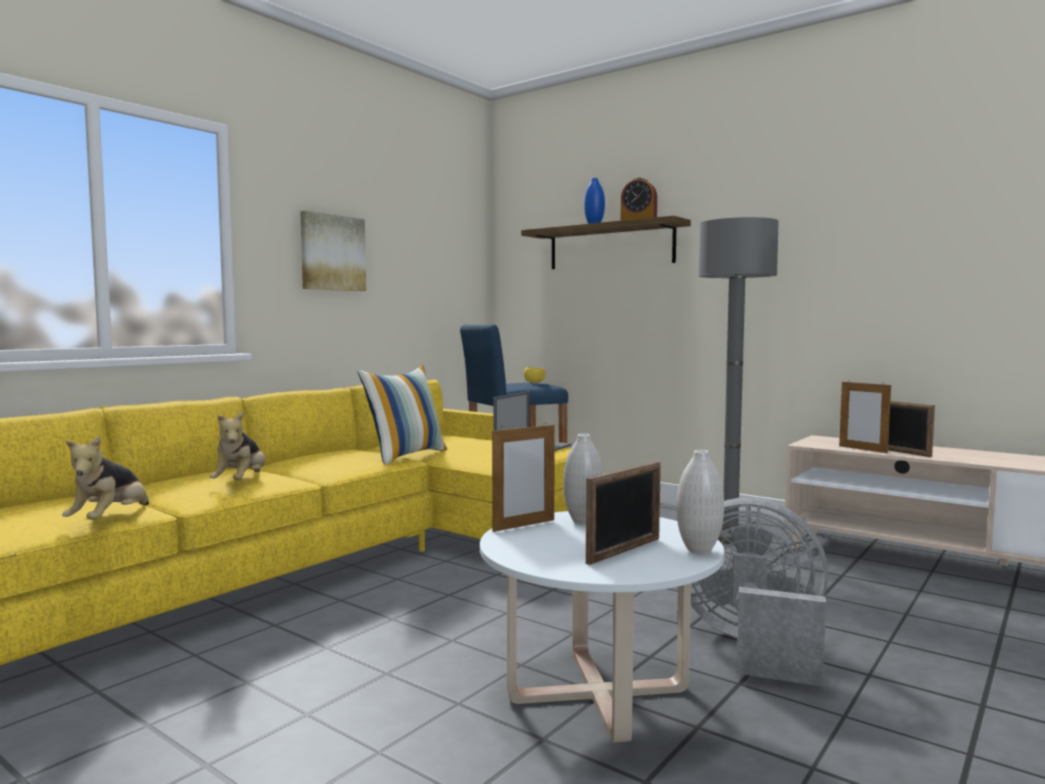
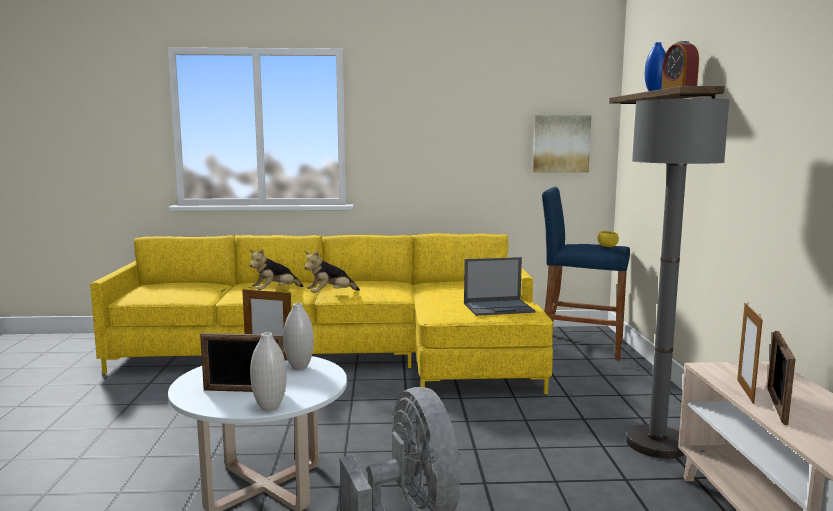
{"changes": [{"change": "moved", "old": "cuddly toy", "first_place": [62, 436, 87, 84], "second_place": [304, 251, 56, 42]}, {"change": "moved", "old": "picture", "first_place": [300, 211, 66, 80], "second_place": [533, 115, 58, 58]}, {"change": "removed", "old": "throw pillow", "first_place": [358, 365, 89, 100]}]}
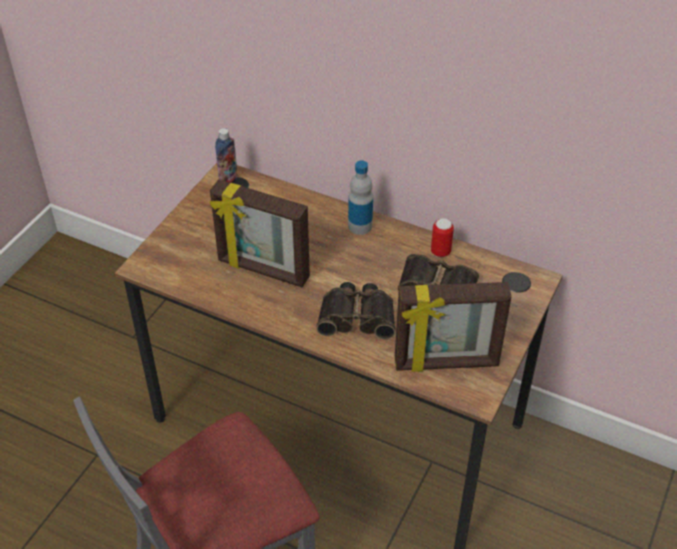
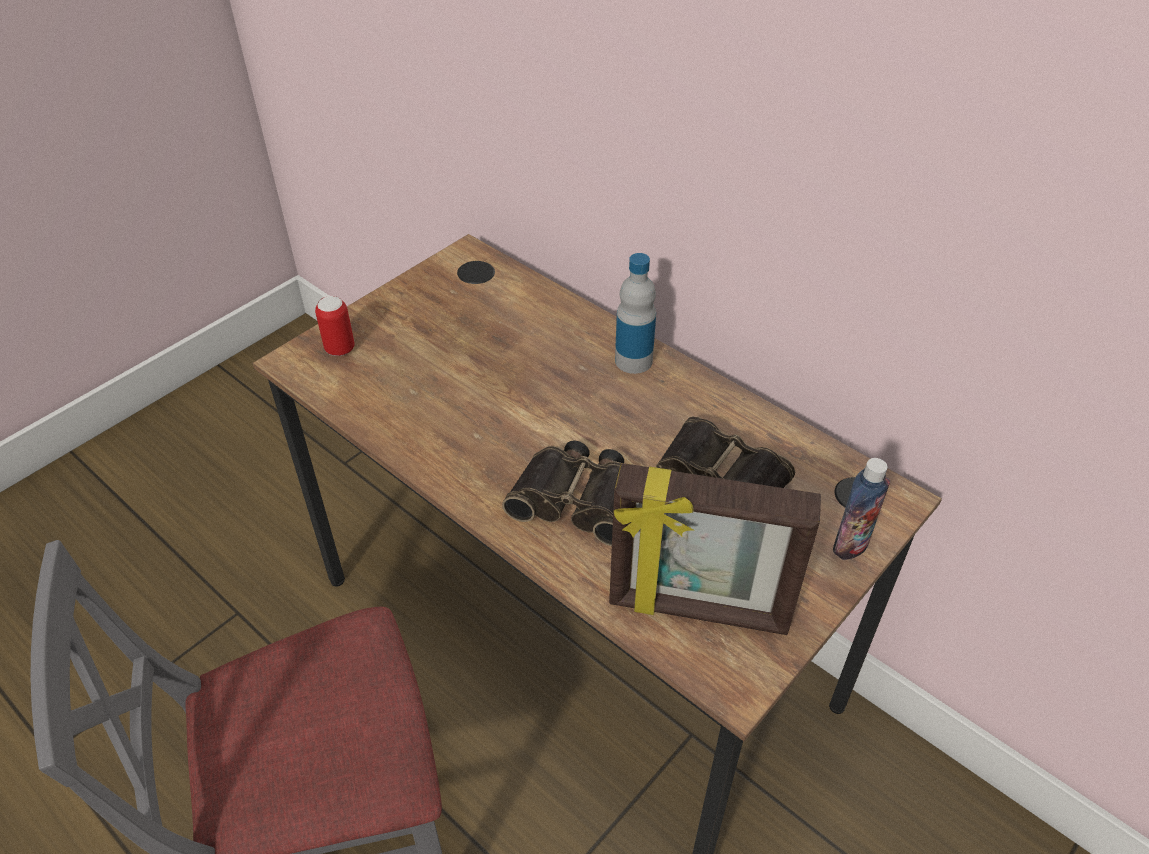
{"changes": [{"change": "moved", "old": "can", "first_place": [431, 218, 23, 39], "second_place": [315, 296, 40, 60]}, {"change": "moved", "old": "beverage bottle", "first_place": [215, 128, 23, 55], "second_place": [833, 458, 57, 102]}, {"change": "removed", "old": "photo frame", "first_place": [210, 179, 100, 108]}]}
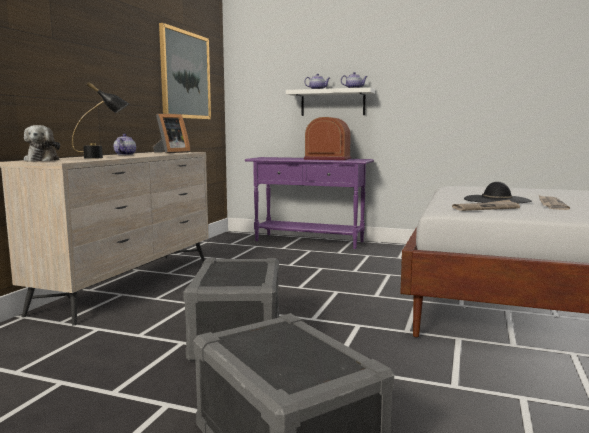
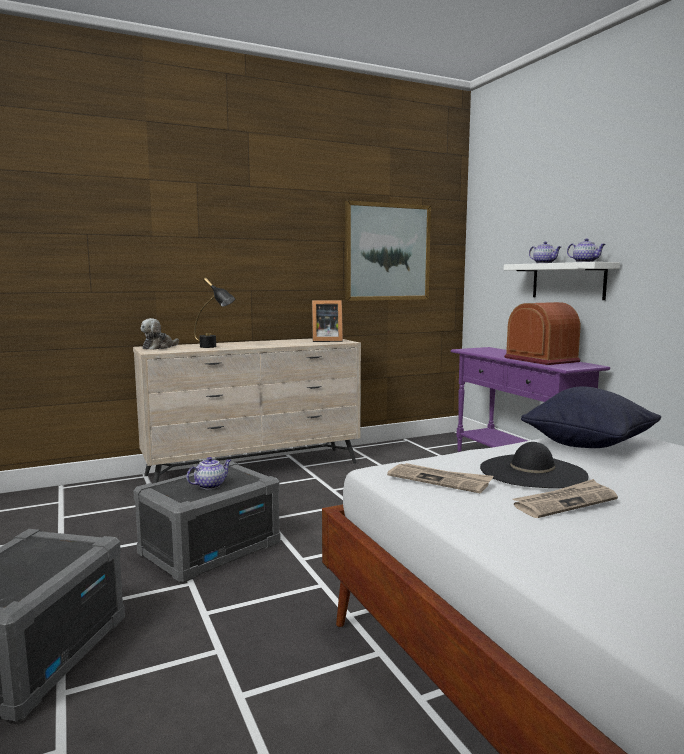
{"changes": [{"change": "moved", "old": "teapot", "first_place": [114, 134, 22, 21], "second_place": [186, 457, 45, 32]}, {"change": "added", "new": "black throw pillow", "second_place": [521, 386, 140, 62]}]}
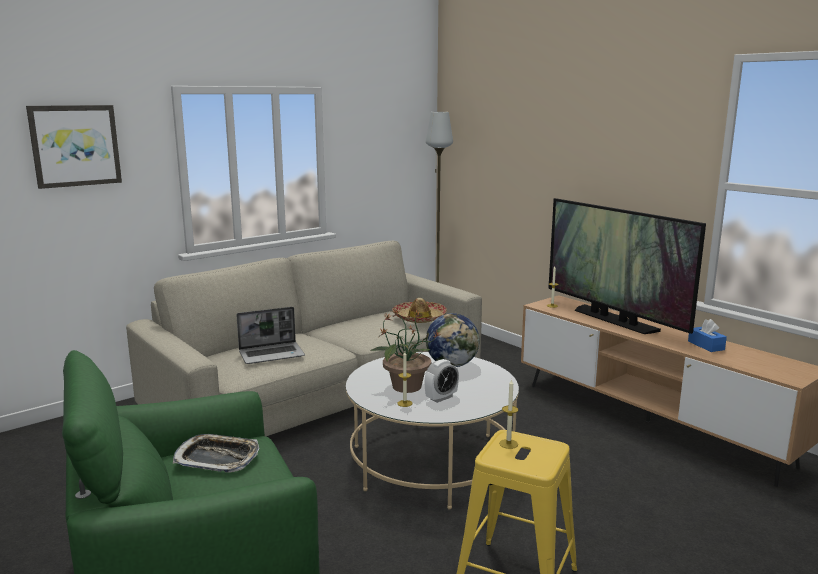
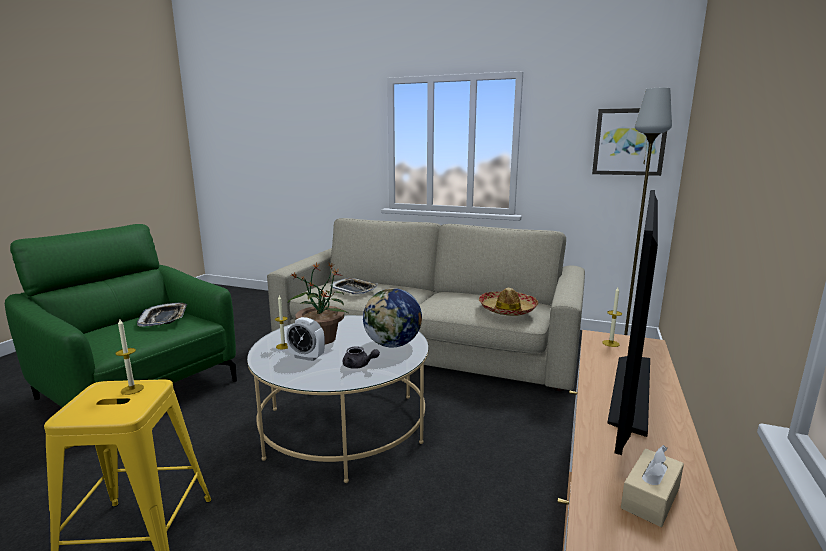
{"changes": [{"change": "replaced", "old": "notebook computer", "new": "serving tray", "first_place": [236, 307, 69, 57], "second_place": [329, 278, 49, 17]}, {"change": "added", "new": "grey teapot", "second_place": [343, 346, 37, 23]}, {"change": "moved", "old": "picture", "first_place": [26, 105, 96, 84], "second_place": [592, 108, 75, 68]}, {"change": "recoloured", "old": "blue tissue box", "new": "beige tissue box", "first_place": [688, 319, 39, 33], "second_place": [621, 445, 63, 82]}]}
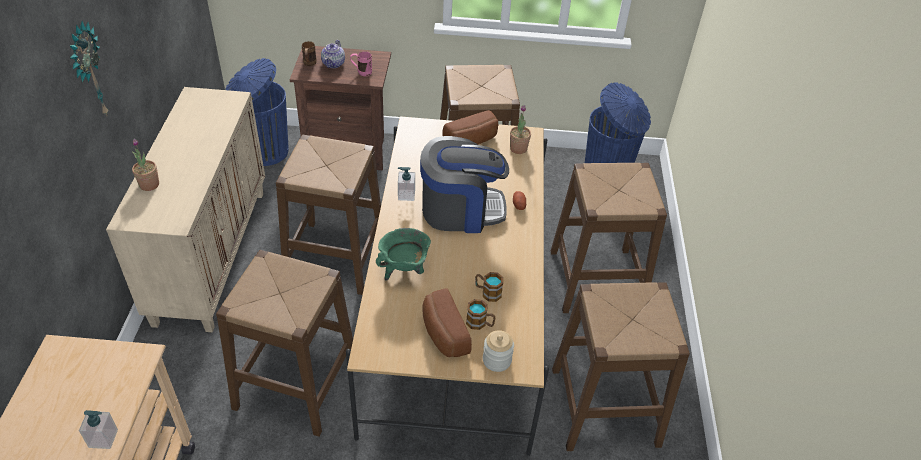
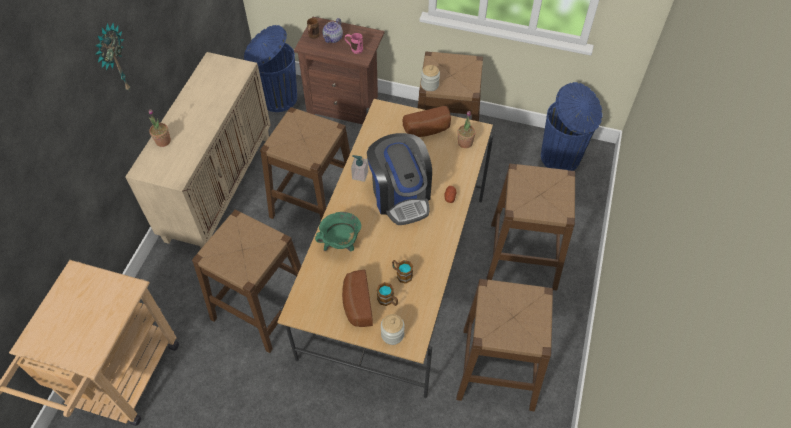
{"changes": [{"change": "turned", "old": "coffee maker", "first_place": [420, 136, 89, 97], "second_place": [367, 133, 65, 92], "degrees": 60}, {"change": "added", "new": "jar", "second_place": [421, 65, 19, 26]}, {"change": "removed", "old": "liquid soap bottle", "first_place": [79, 410, 39, 39]}]}
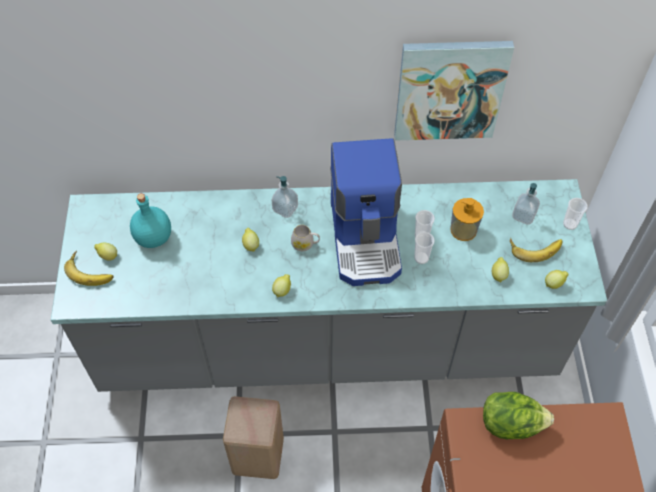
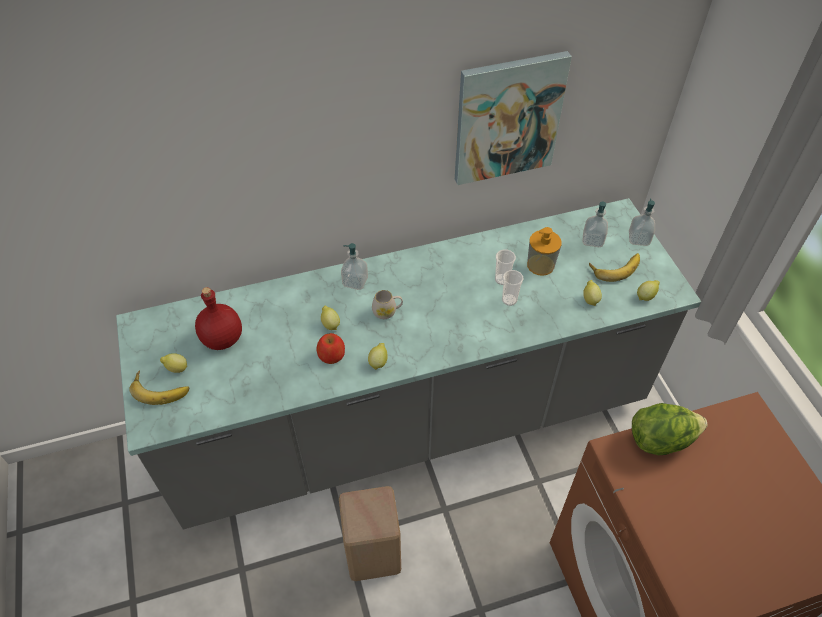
{"changes": [{"change": "recoloured", "old": "blue-green beverage bottle", "new": "red beverage bottle", "first_place": [130, 193, 41, 55], "second_place": [195, 287, 47, 63]}, {"change": "added", "new": "apple", "second_place": [316, 333, 29, 31]}, {"change": "replaced", "old": "drinking cup", "new": "liquid soap bottle", "first_place": [563, 198, 25, 32], "second_place": [629, 198, 26, 48]}, {"change": "removed", "old": "coffee maker", "first_place": [330, 138, 72, 148]}]}
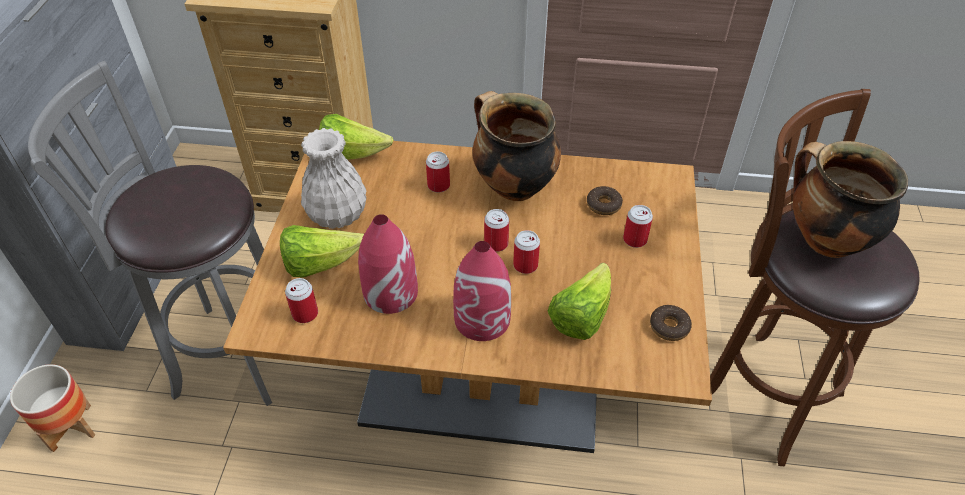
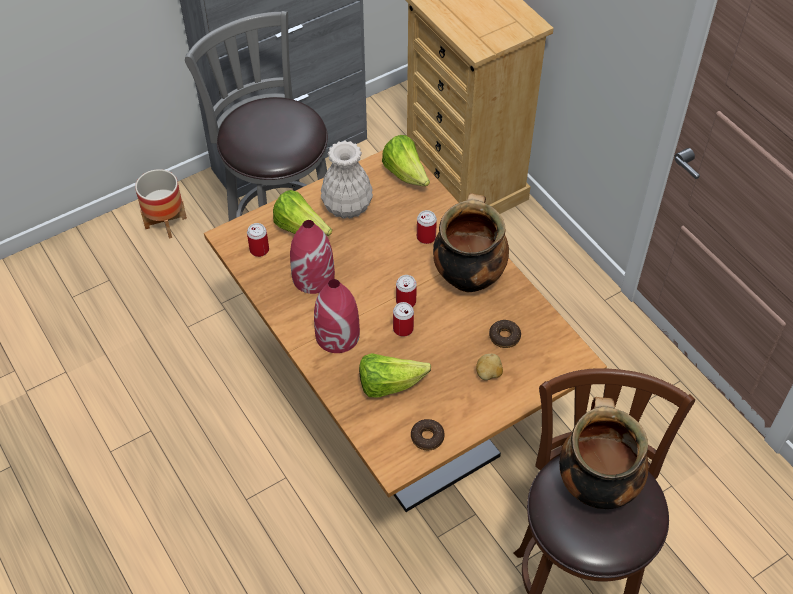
{"changes": [{"change": "replaced", "old": "can", "new": "whole potato", "first_place": [623, 205, 30, 43], "second_place": [476, 354, 27, 26]}]}
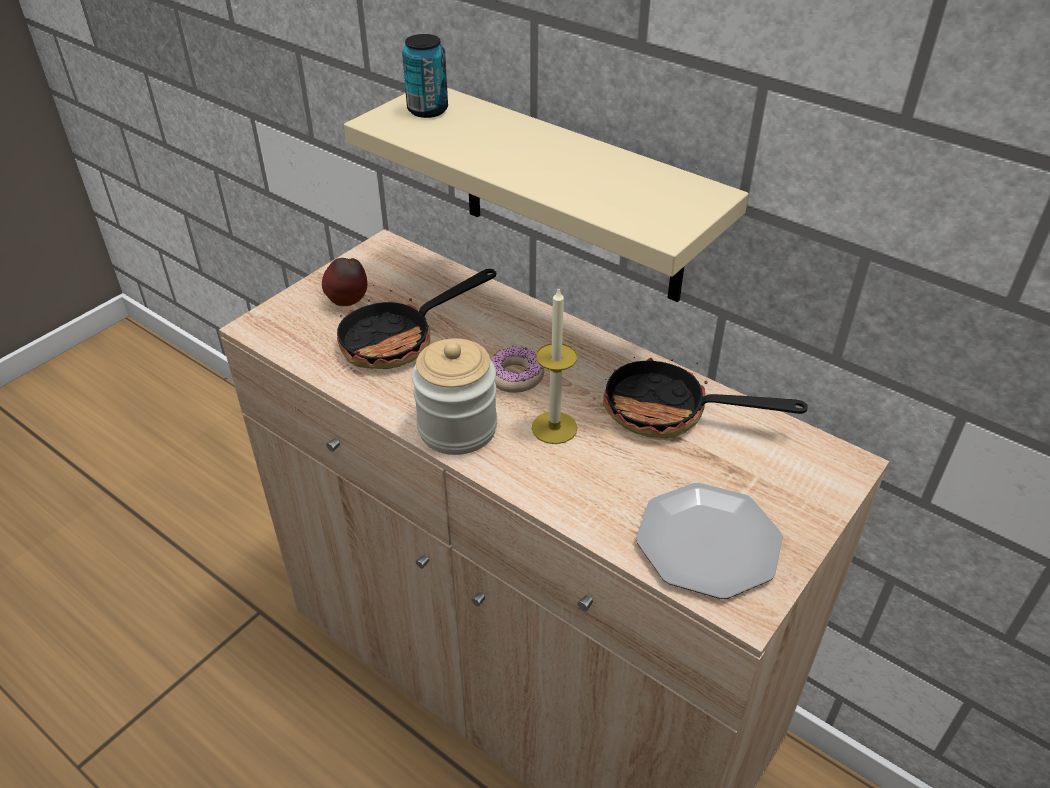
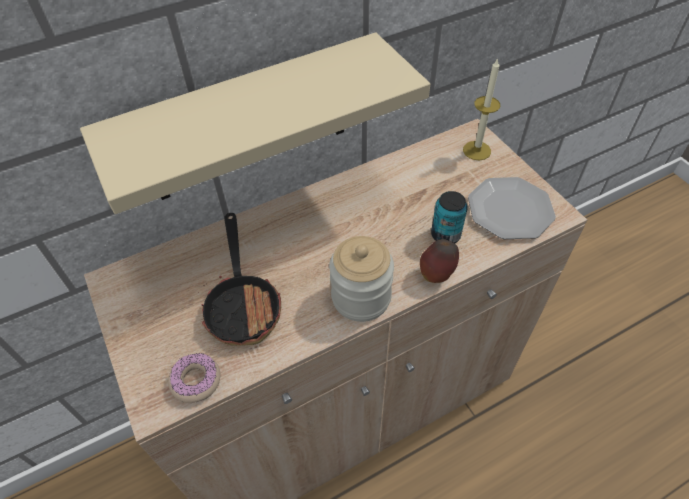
{"changes": [{"change": "moved", "old": "ring doughnut", "first_place": [491, 346, 53, 47], "second_place": [168, 353, 52, 50]}, {"change": "moved", "old": "apple", "first_place": [322, 258, 45, 48], "second_place": [420, 239, 39, 44]}, {"change": "moved", "old": "can", "first_place": [402, 34, 46, 84], "second_place": [431, 191, 37, 52]}, {"change": "moved", "old": "wax candle", "first_place": [532, 287, 45, 157], "second_place": [463, 58, 37, 102]}, {"change": "removed", "old": "skillet", "first_place": [603, 348, 205, 90]}]}
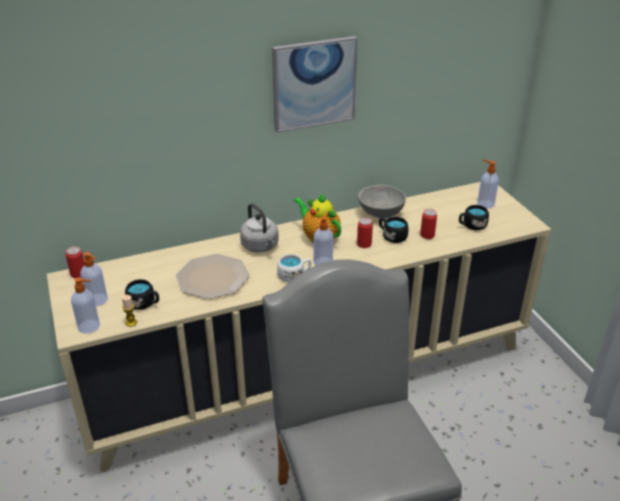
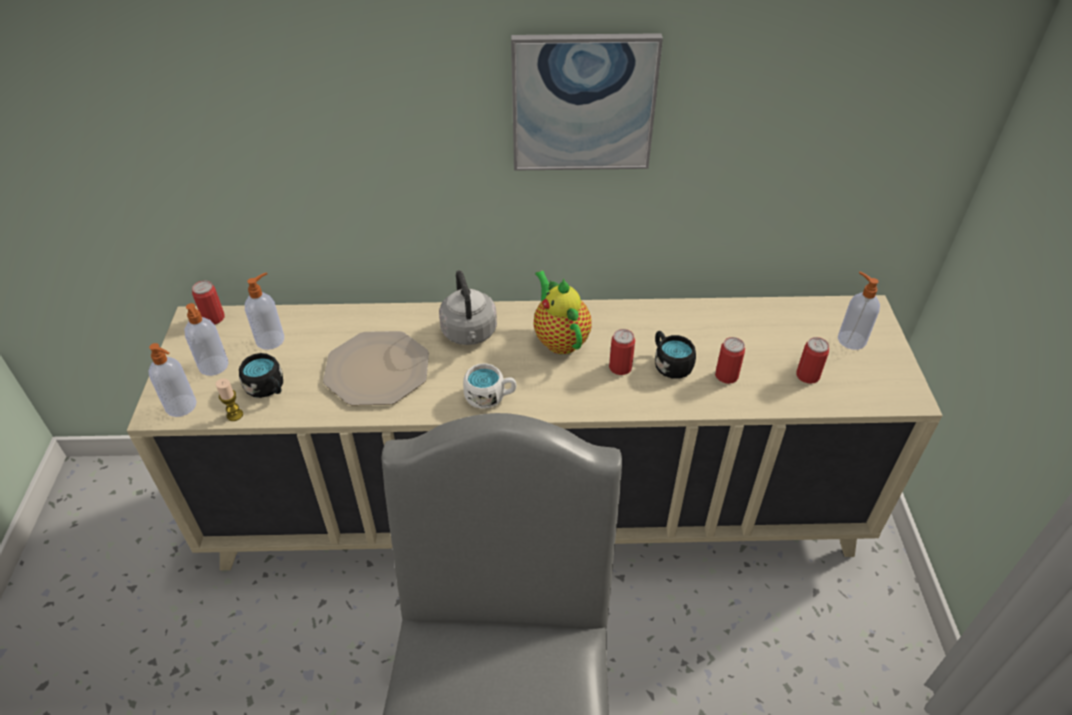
{"changes": [{"change": "moved", "old": "liquid soap bottle", "first_place": [314, 212, 20, 53], "second_place": [245, 272, 39, 78]}, {"change": "replaced", "old": "black tea mug", "new": "can", "first_place": [459, 205, 30, 25], "second_place": [796, 337, 33, 47]}, {"change": "removed", "old": "grey bowl", "first_place": [358, 185, 48, 33]}]}
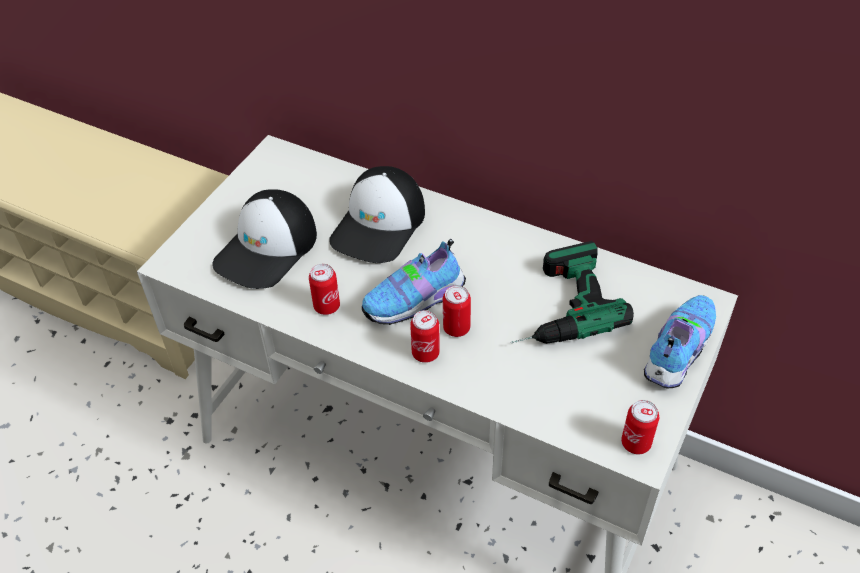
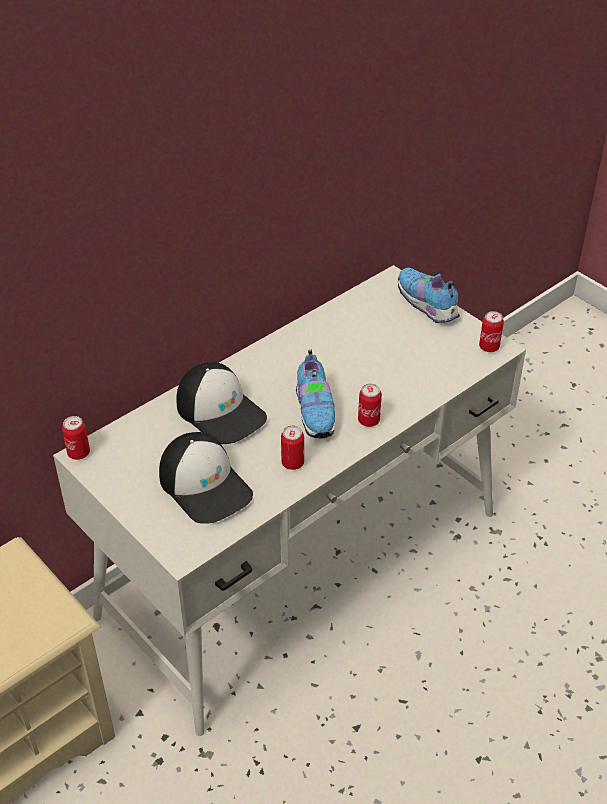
{"changes": [{"change": "moved", "old": "can", "first_place": [443, 285, 28, 52], "second_place": [62, 416, 28, 44]}, {"change": "removed", "old": "drill", "first_place": [511, 241, 123, 103]}]}
